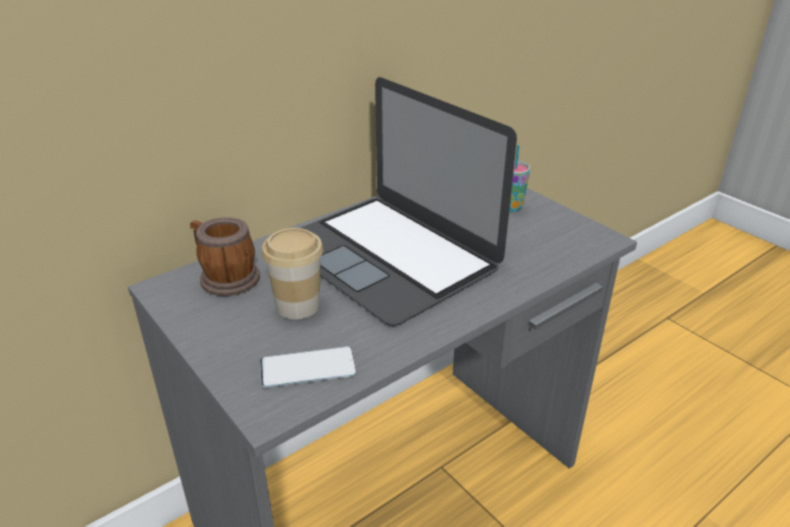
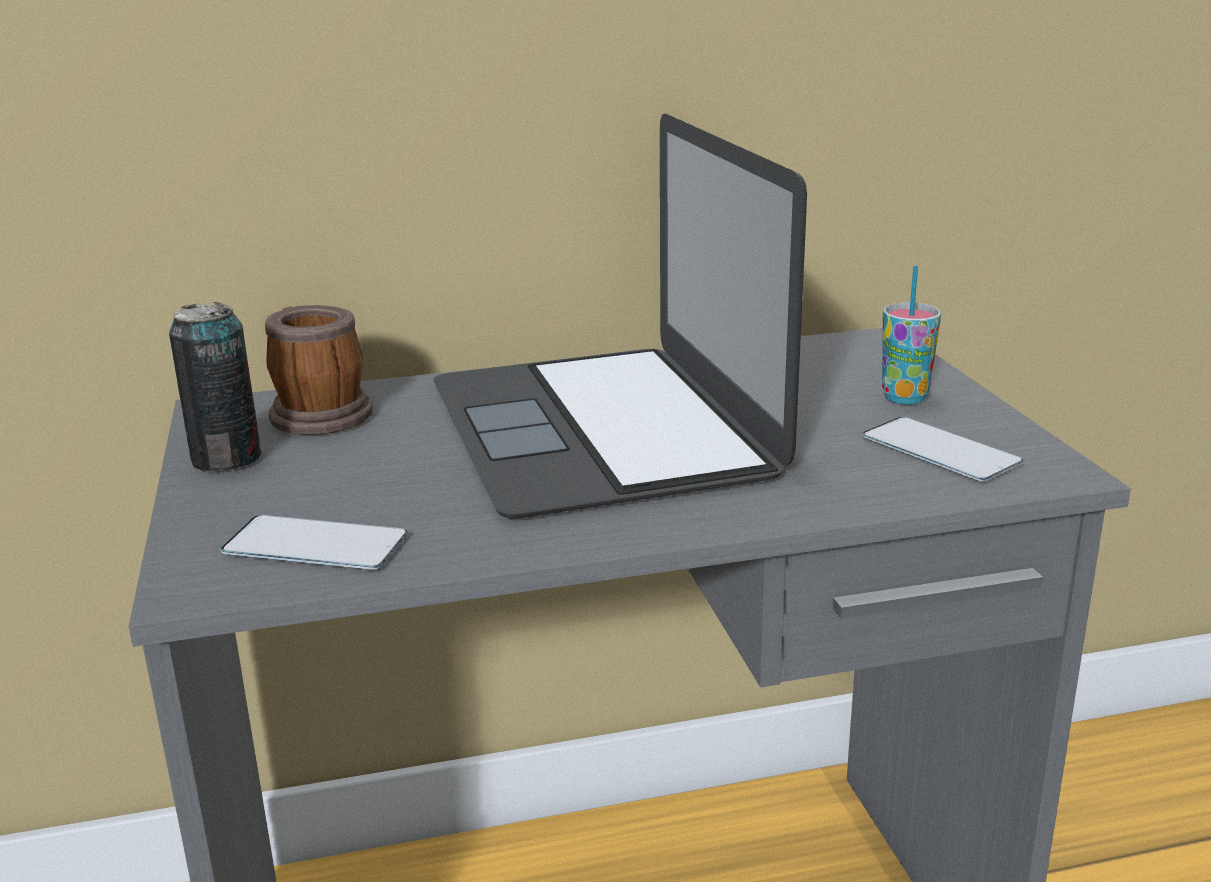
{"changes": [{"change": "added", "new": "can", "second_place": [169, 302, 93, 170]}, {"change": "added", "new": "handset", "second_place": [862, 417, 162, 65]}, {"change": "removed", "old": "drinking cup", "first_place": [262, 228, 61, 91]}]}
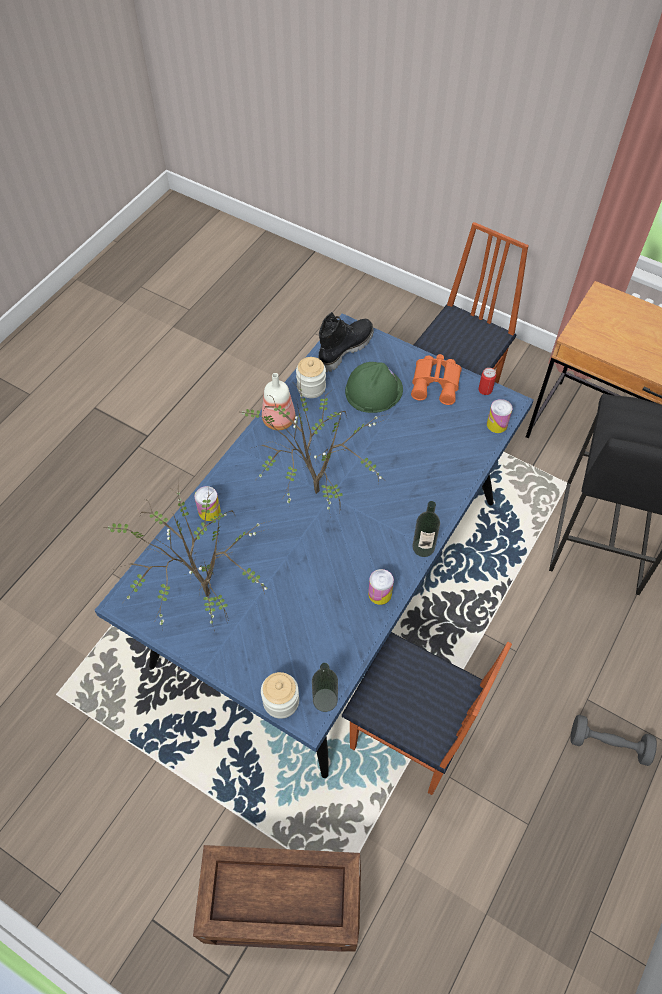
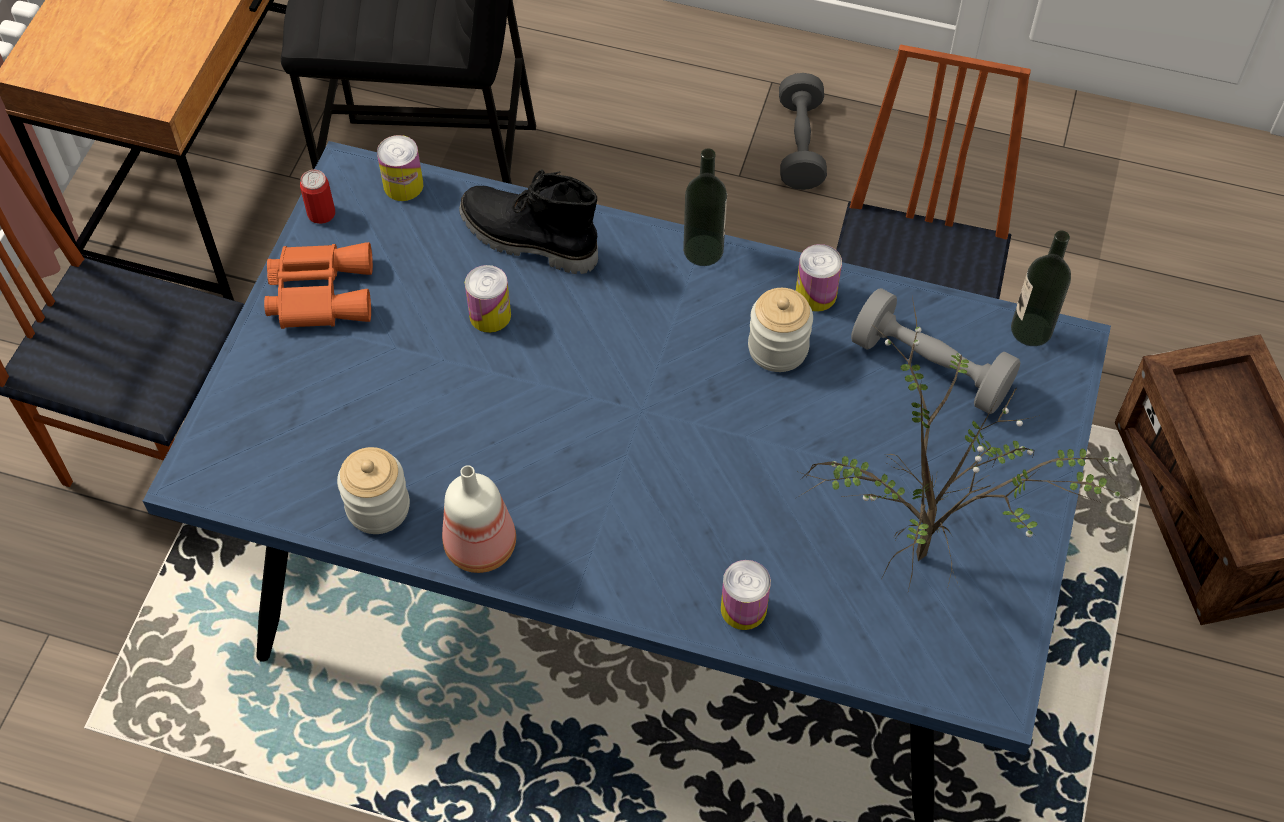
{"changes": [{"change": "moved", "old": "black high-top boot", "first_place": [318, 312, 56, 60], "second_place": [459, 169, 139, 105]}, {"change": "added", "new": "can", "second_place": [465, 265, 46, 68]}, {"change": "moved", "old": "jar", "first_place": [261, 672, 38, 47], "second_place": [748, 288, 65, 84]}, {"change": "added", "new": "grey hand weight", "second_place": [851, 288, 169, 126]}, {"change": "removed", "old": "houseplant", "first_place": [240, 375, 148, 143]}, {"change": "removed", "old": "greenish hard hat", "first_place": [345, 362, 58, 51]}]}
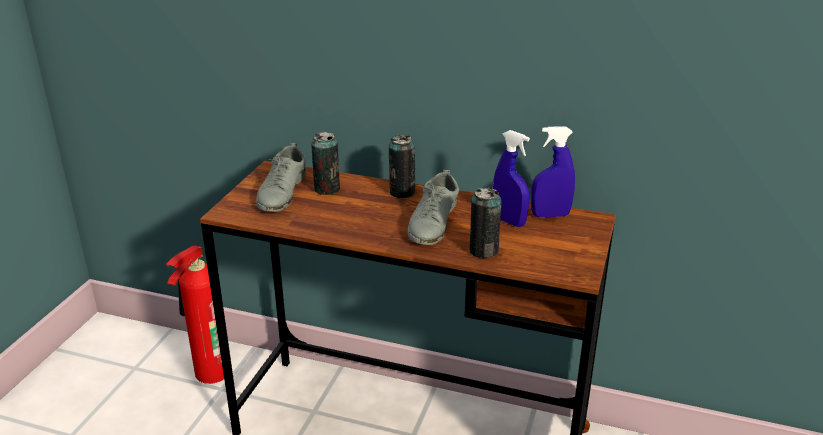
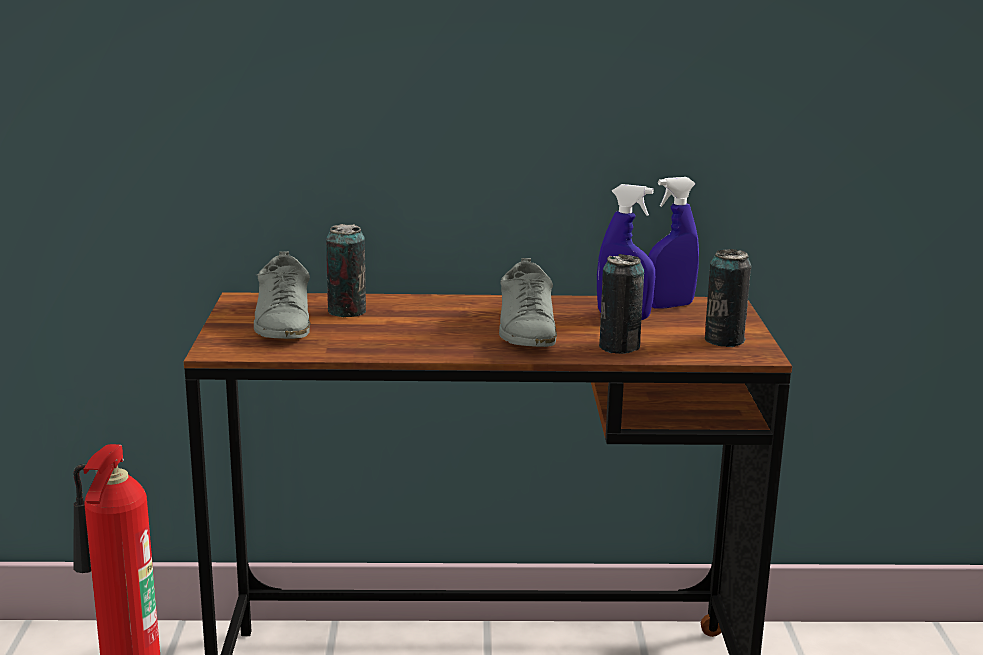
{"changes": [{"change": "moved", "old": "can", "first_place": [389, 135, 26, 63], "second_place": [705, 249, 46, 98]}]}
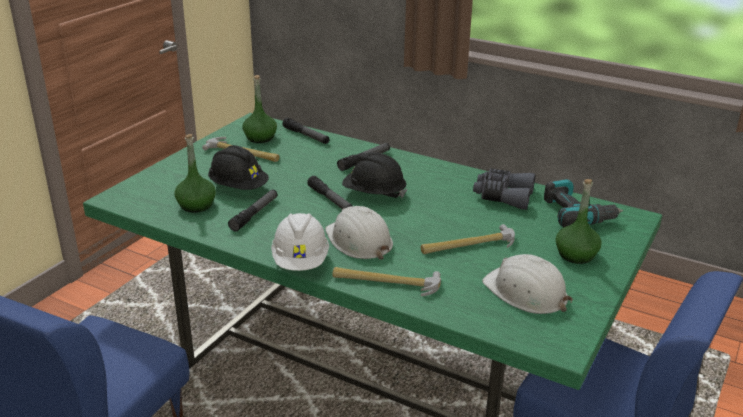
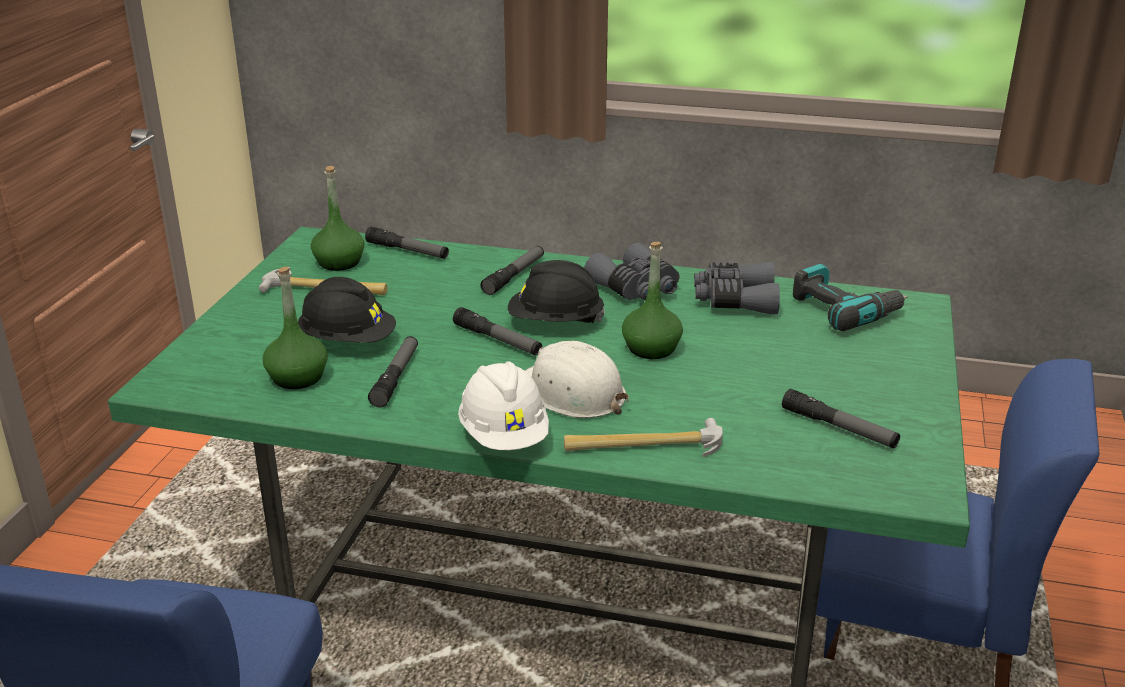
{"changes": [{"change": "added", "new": "grey pair of binoculars", "second_place": [584, 243, 95, 57]}, {"change": "moved", "old": "greenish beverage bottle", "first_place": [556, 179, 45, 85], "second_place": [622, 242, 61, 117]}, {"change": "replaced", "old": "white-coloured hard hat", "new": "torch", "first_place": [482, 254, 91, 60], "second_place": [782, 389, 118, 59]}, {"change": "removed", "old": "hammer", "first_place": [421, 224, 94, 30]}]}
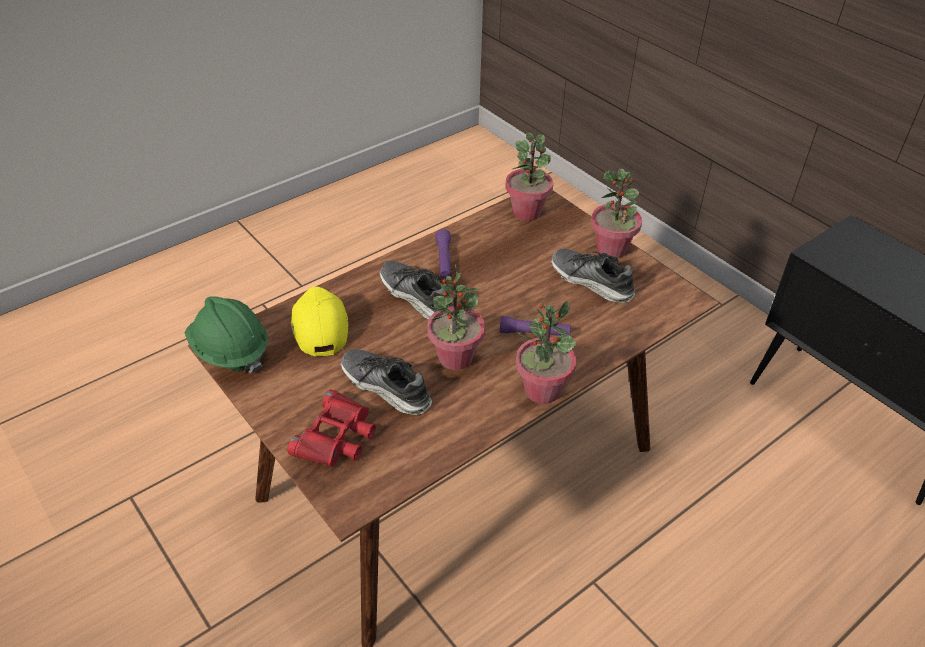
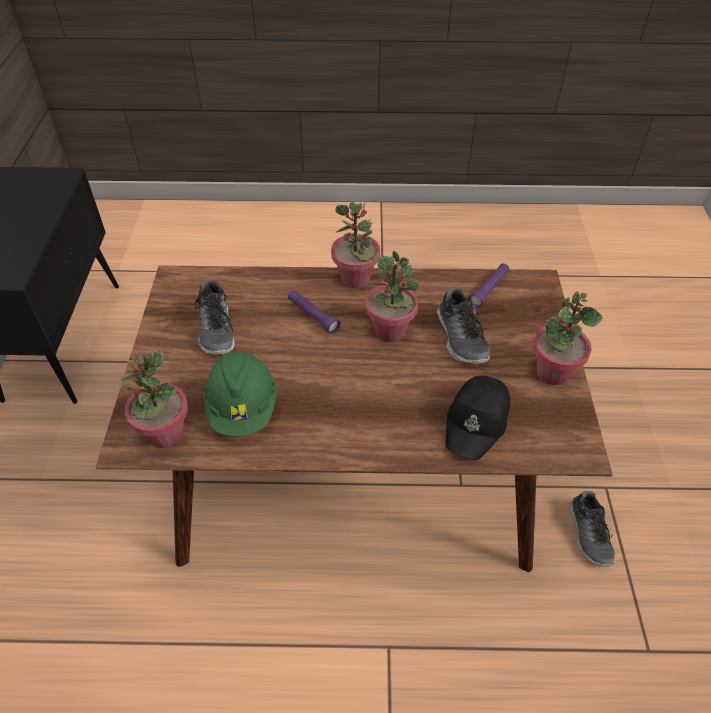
{"changes": [{"change": "moved", "old": "greenish hard hat", "first_place": [185, 296, 83, 78], "second_place": [204, 352, 73, 84]}, {"change": "recoloured", "old": "yellow-coloured baseball cap", "new": "black baseball cap", "first_place": [291, 286, 57, 70], "second_place": [446, 375, 64, 85]}, {"change": "moved", "old": "purple-coloured torch", "first_place": [435, 229, 16, 50], "second_place": [468, 263, 41, 45]}, {"change": "moved", "old": "houseplant", "first_place": [591, 169, 51, 89], "second_place": [533, 291, 70, 94]}, {"change": "moved", "old": "shoe", "first_place": [380, 261, 73, 58], "second_place": [569, 491, 46, 76]}, {"change": "removed", "old": "red pair of binoculars", "first_place": [287, 389, 89, 78]}]}
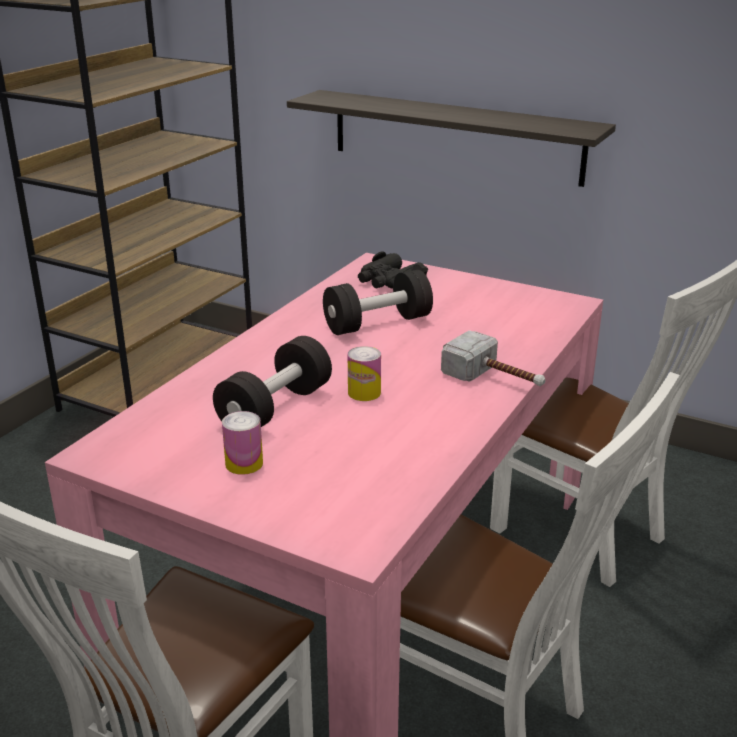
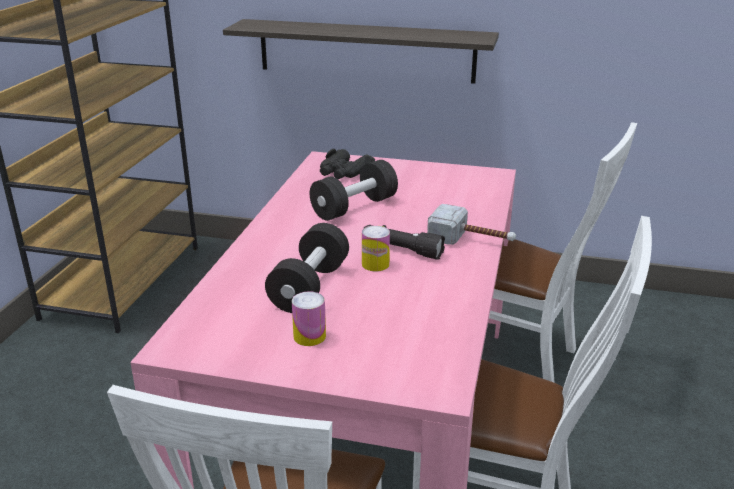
{"changes": [{"change": "added", "new": "black torch", "second_place": [363, 225, 82, 35]}]}
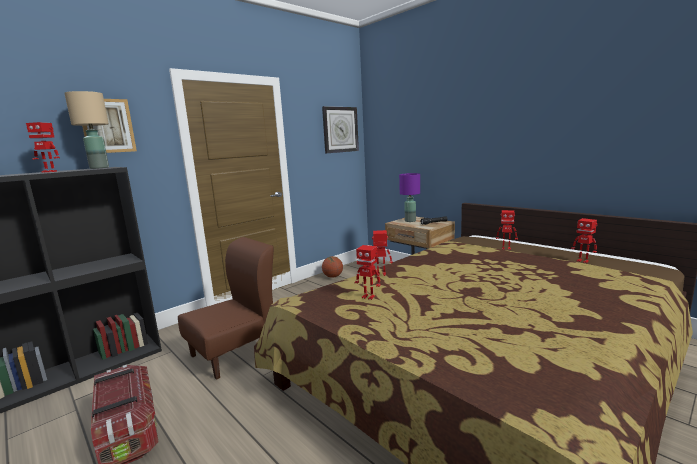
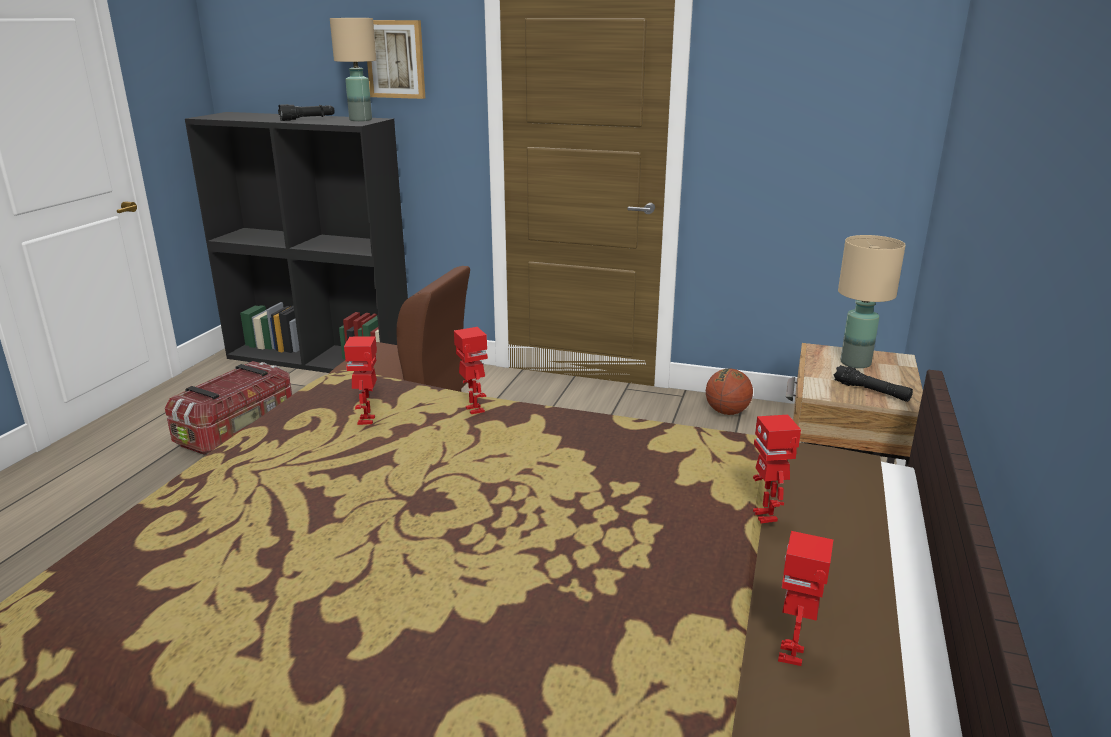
{"changes": [{"change": "replaced", "old": "robot figure", "new": "black torch", "first_place": [26, 122, 34, 51], "second_place": [278, 104, 57, 17]}, {"change": "recoloured", "old": "purple-coloured tabletop lamp", "new": "beige tabletop lamp", "first_place": [399, 173, 21, 49], "second_place": [838, 235, 68, 133]}, {"change": "removed", "old": "wall clock", "first_place": [322, 106, 37, 47]}]}
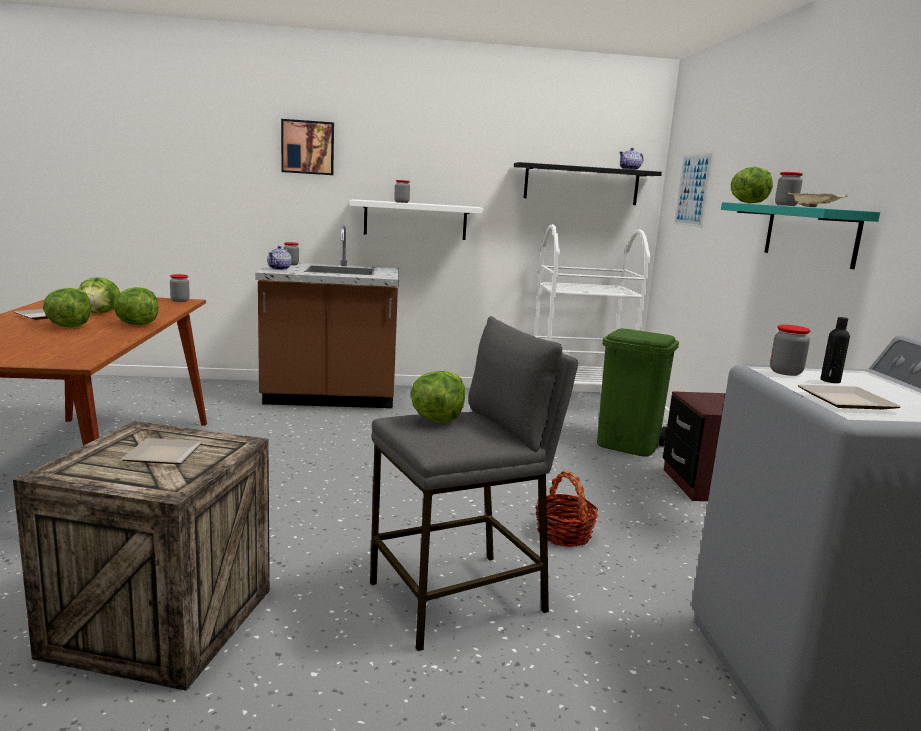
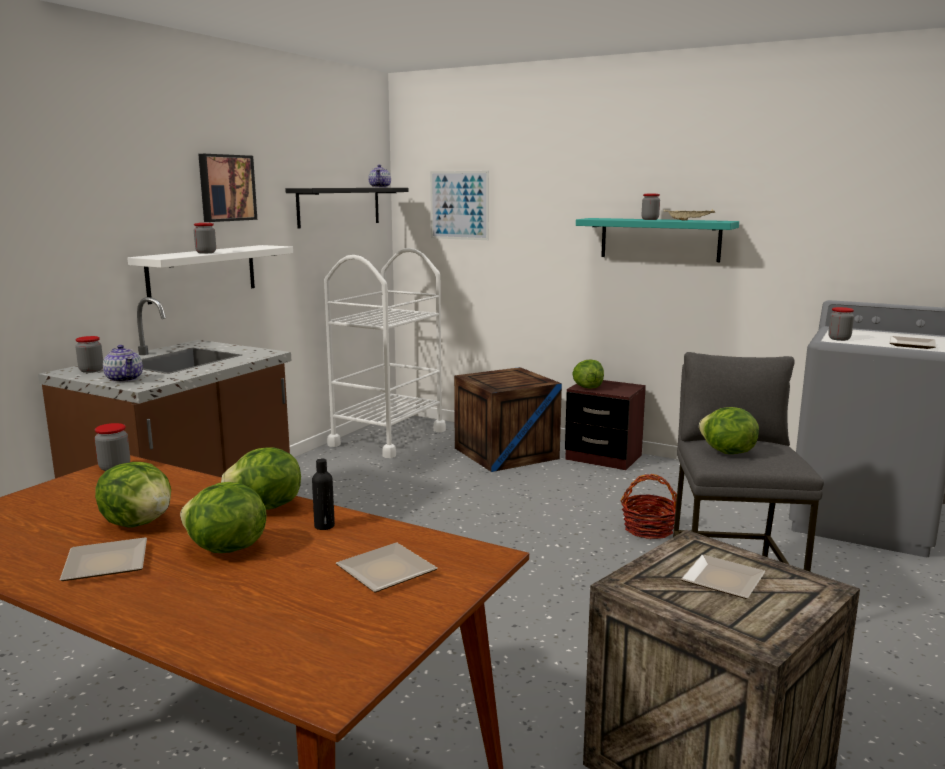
{"changes": [{"change": "moved", "old": "picture", "first_place": [281, 119, 53, 56], "second_place": [198, 154, 59, 68]}, {"change": "moved", "old": "black beverage bottle", "first_place": [820, 317, 30, 66], "second_place": [312, 459, 23, 71]}, {"change": "added", "new": "plate", "second_place": [336, 543, 102, 49]}, {"change": "replaced", "old": "greenish rubbish bin", "new": "packing crate", "first_place": [597, 329, 82, 128], "second_place": [454, 367, 108, 105]}, {"change": "moved", "old": "head of lettuce", "first_place": [731, 167, 42, 36], "second_place": [572, 359, 32, 30]}]}
